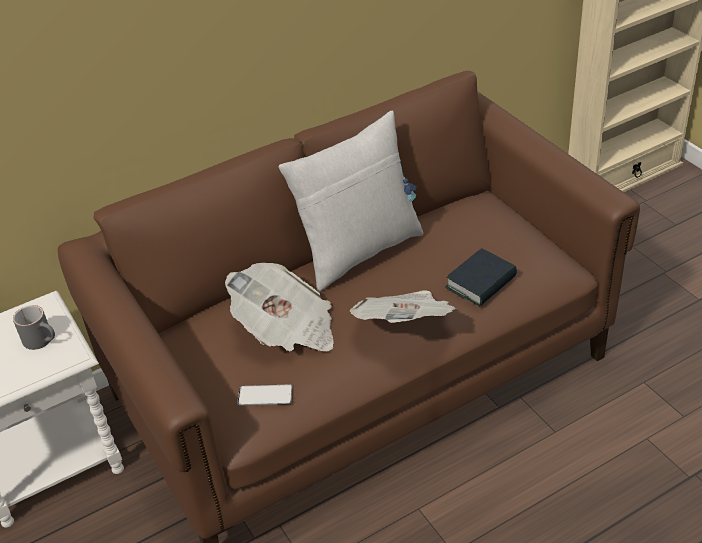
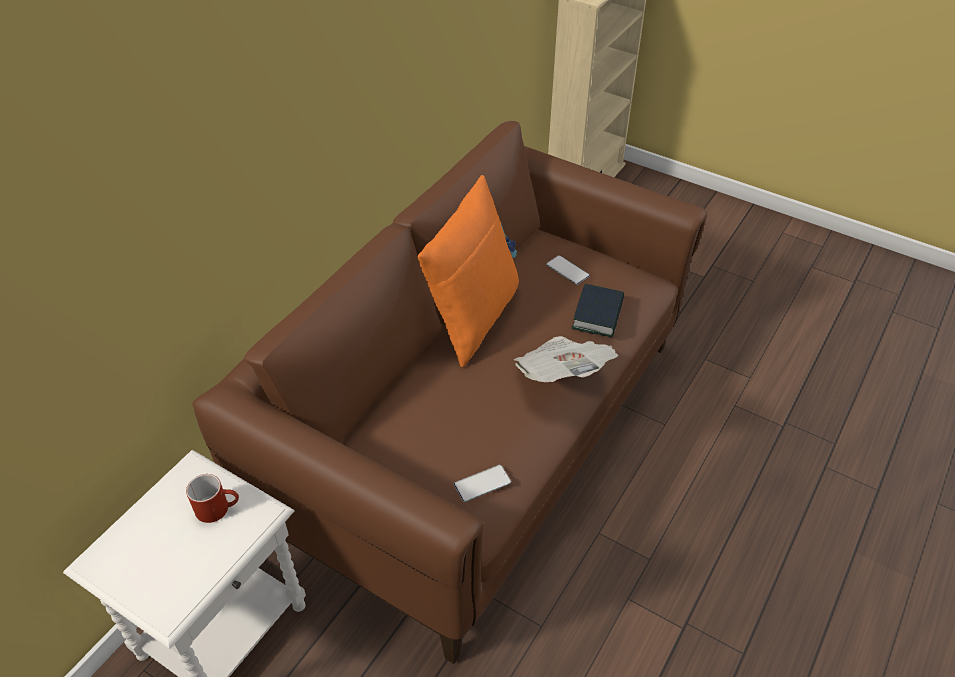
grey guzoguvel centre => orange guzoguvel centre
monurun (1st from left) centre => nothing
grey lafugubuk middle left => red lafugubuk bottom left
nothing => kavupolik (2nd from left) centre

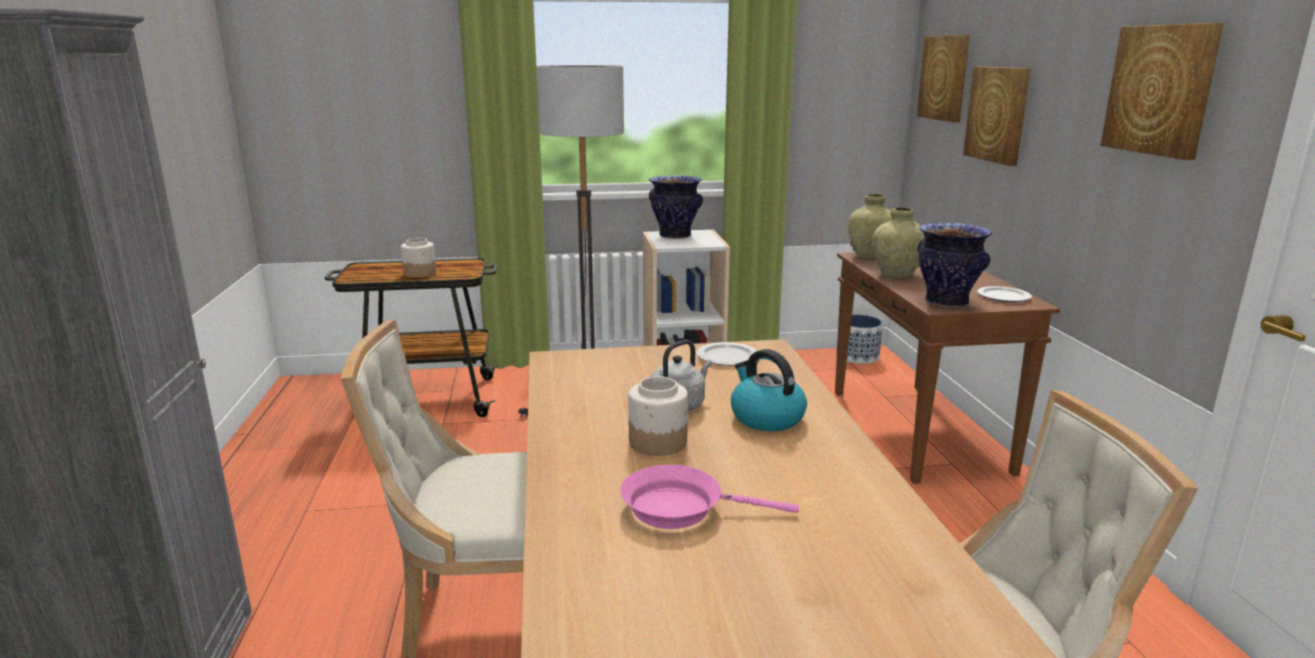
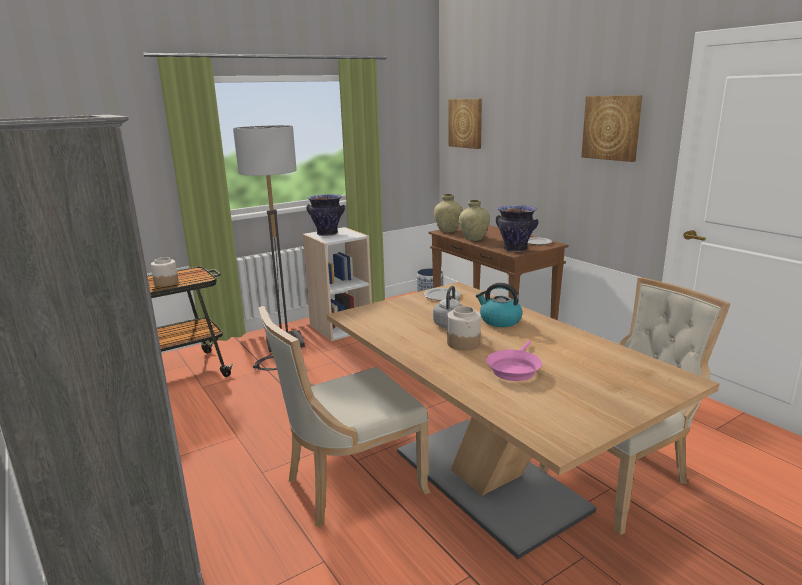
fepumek (2nd from left) top right => nothing
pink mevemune bottom centre => pink mevemune centre, 45 degrees counterclockwise

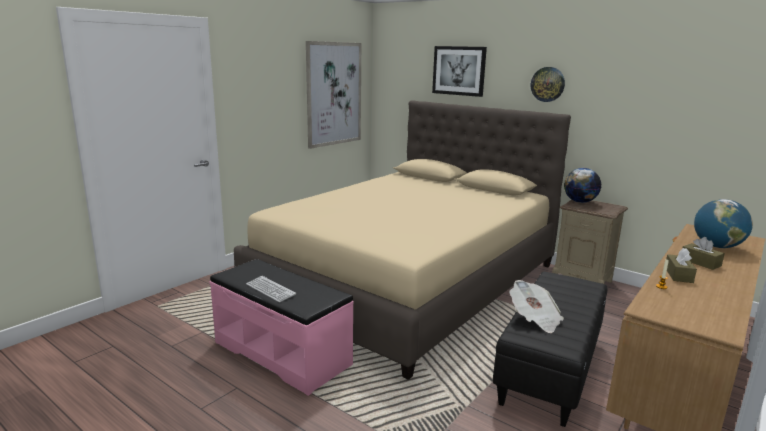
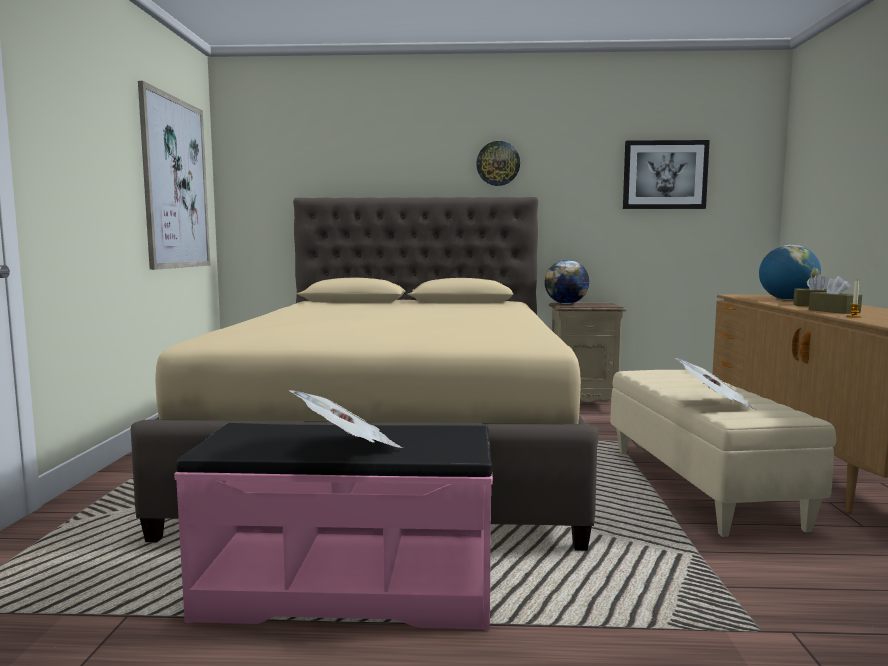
fepumek (2nd from left) top centre => fepumek (2nd from left) top right, moved
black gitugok bottom right => beige gitugok bottom right
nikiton bottom centre => monurun (1st from left) centre

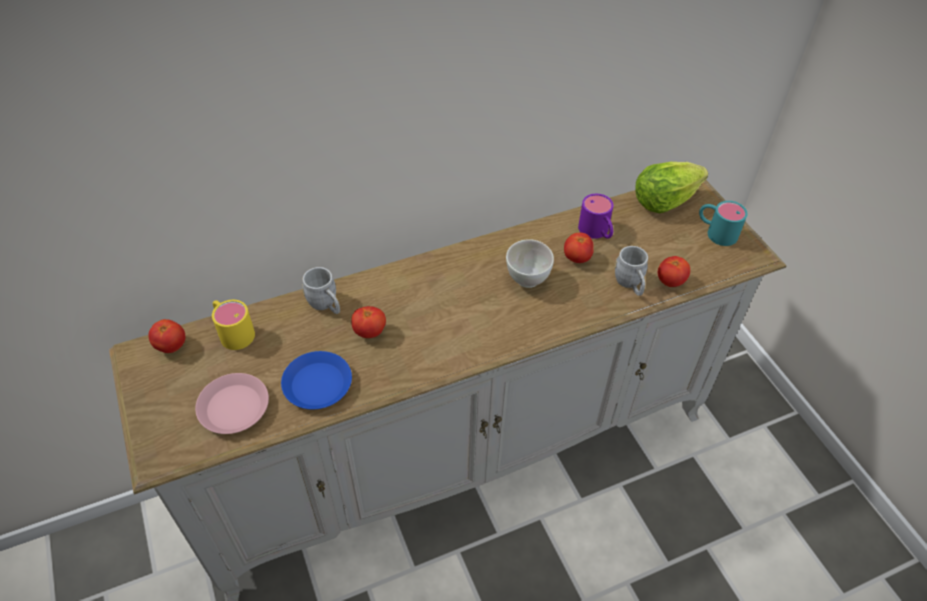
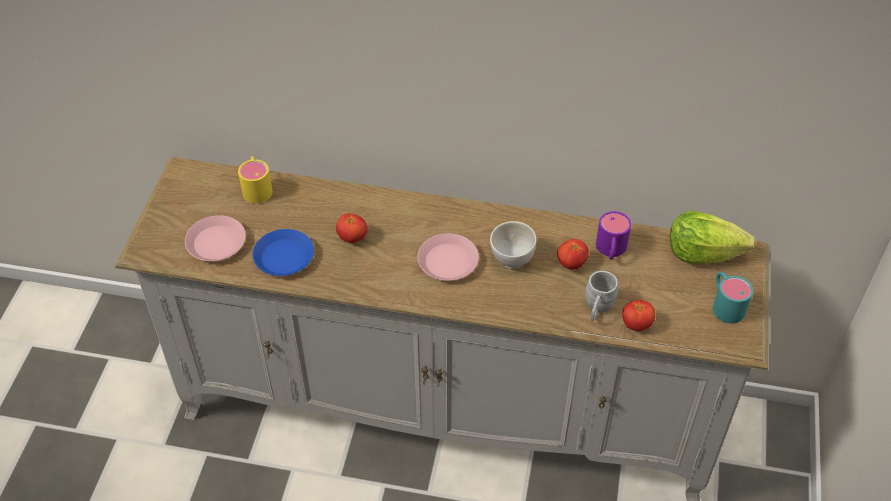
grey lafugubuk (1st from left) centre => nothing
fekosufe (1st from left) middle left => nothing
nothing => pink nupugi (2nd from left) centre

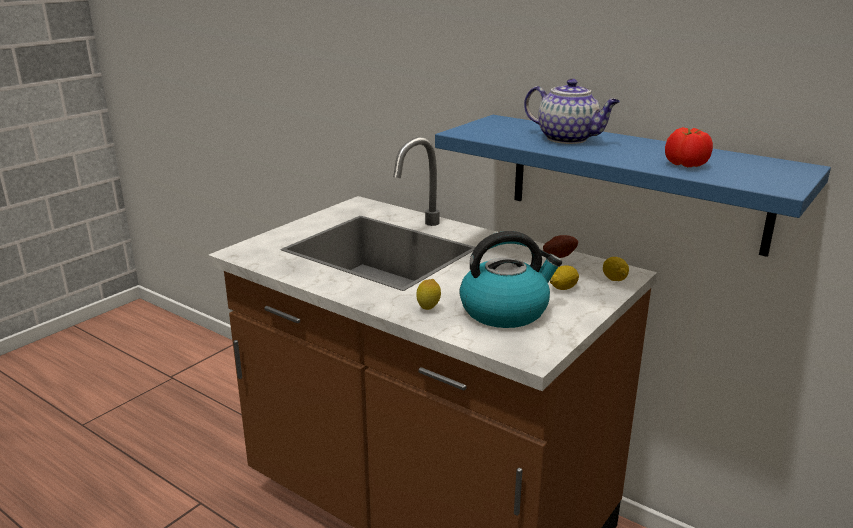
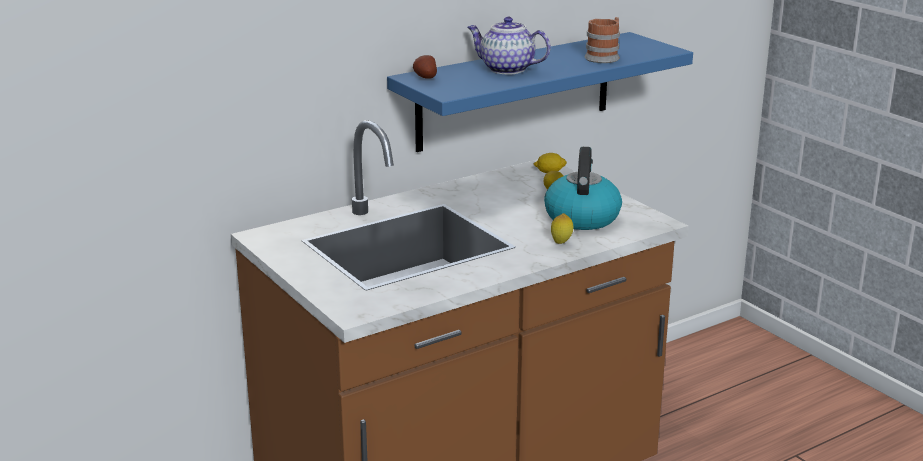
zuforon top right => zuforon top centre, 120 degrees counterclockwise
fekosufe top right => lafugubuk top centre
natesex centre => natesex top centre, moved

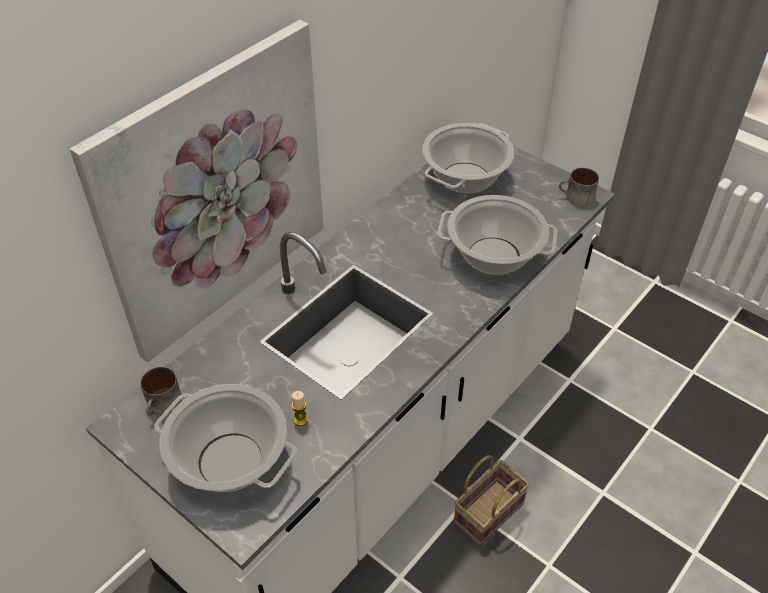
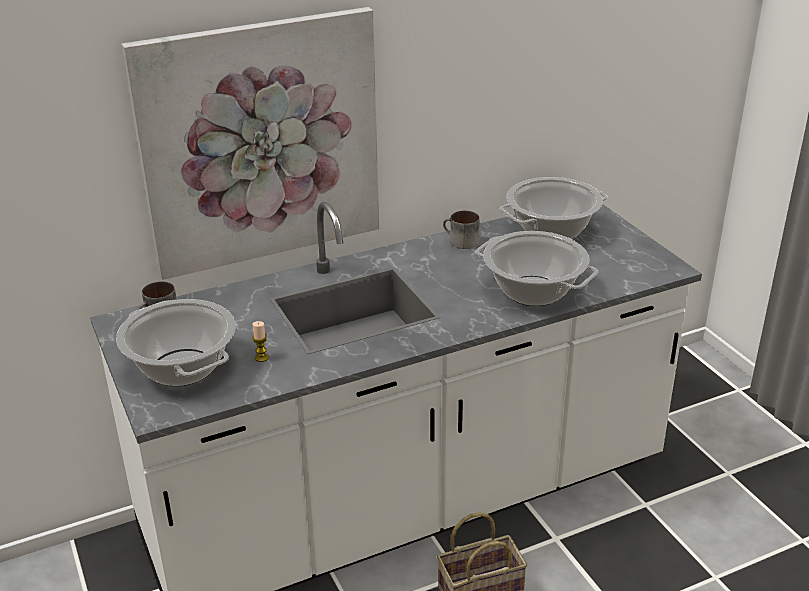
lafugubuk (2nd from left) top right => lafugubuk (2nd from left) centre, moved

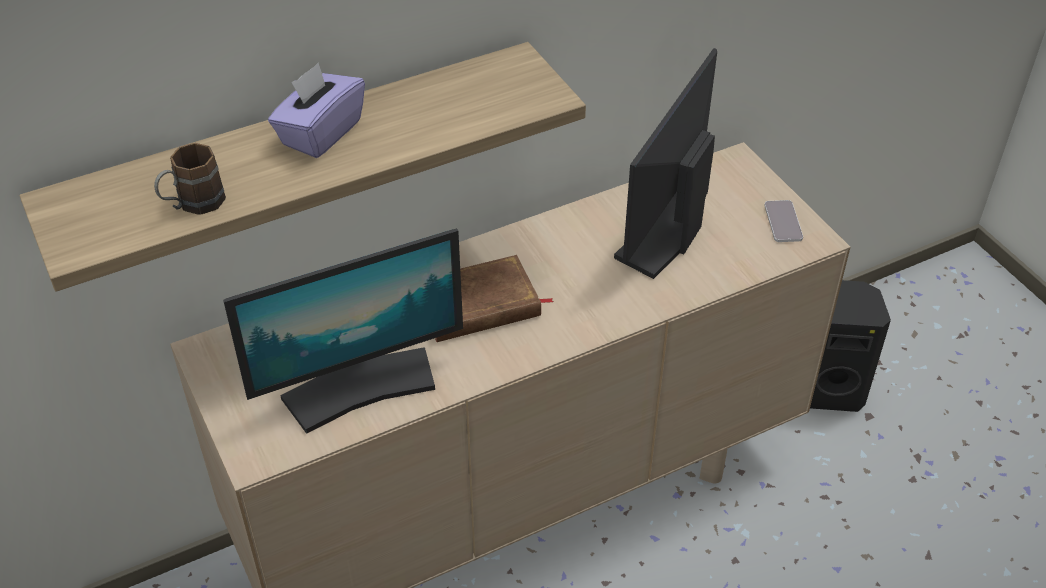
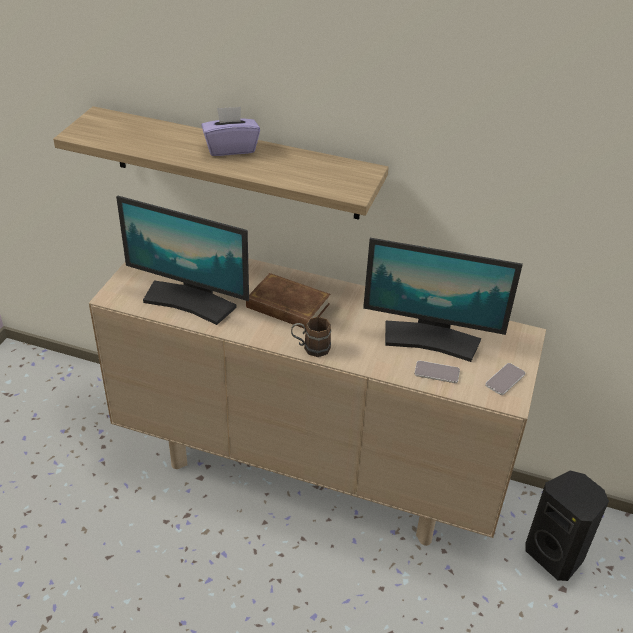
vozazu (2nd from left) top centre => vozazu (2nd from left) middle right, 150 degrees counterclockwise
brown lafugubuk top left => brown lafugubuk centre, moved
nothing => kavupolik (1st from left) middle right

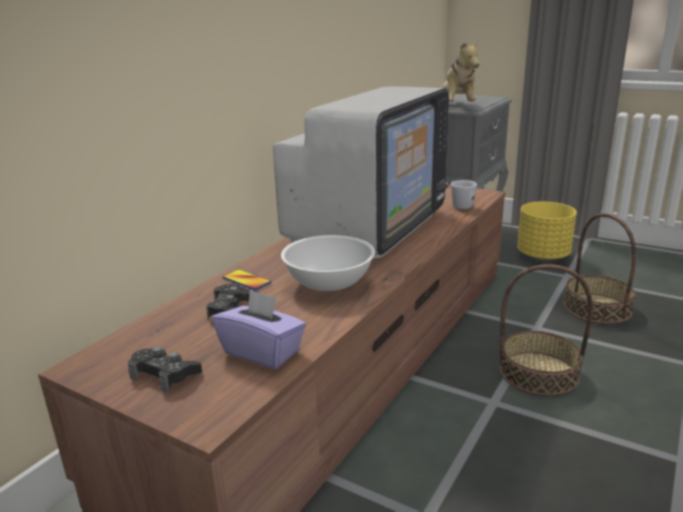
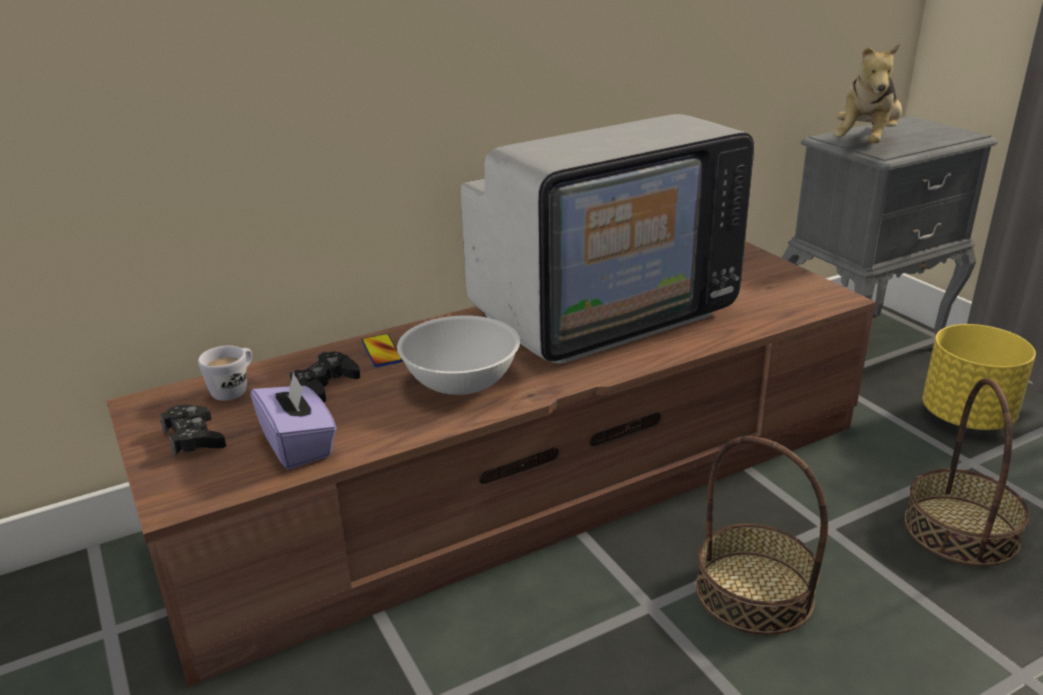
white lafugubuk middle right => white lafugubuk middle left, moved

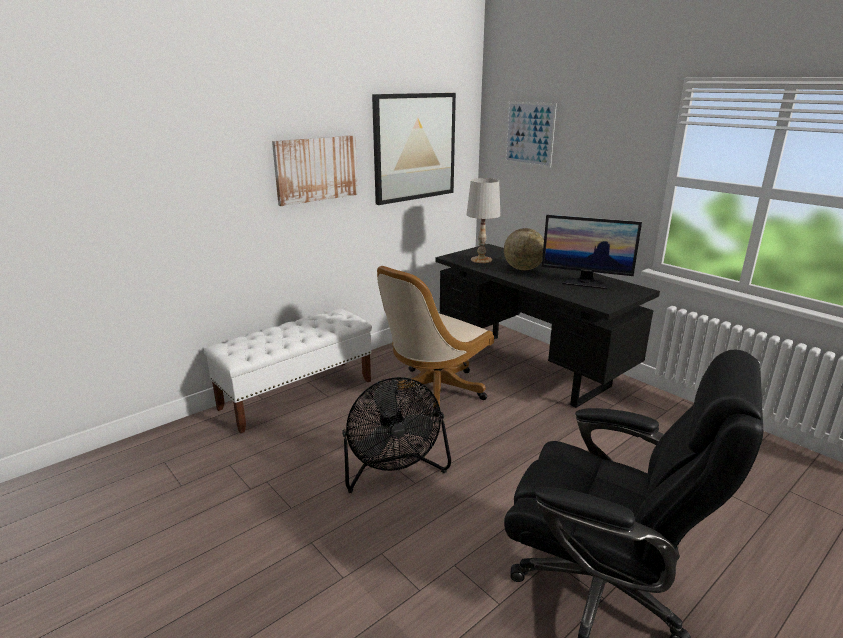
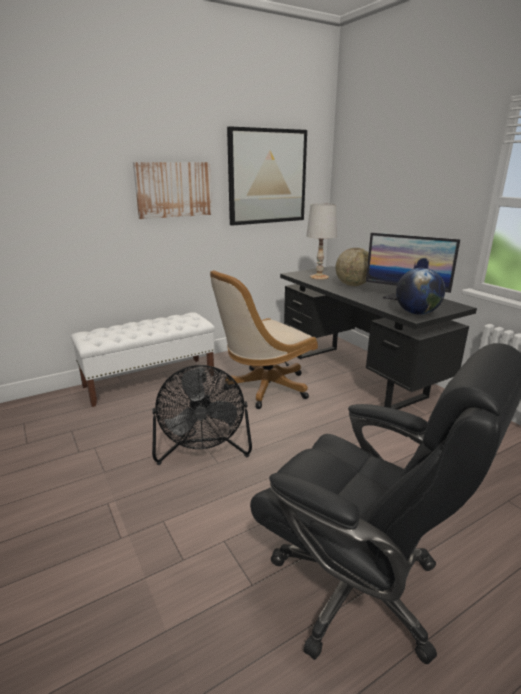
fepumek (3rd from left) top centre => nothing
nothing => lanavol (2nd from left) middle right

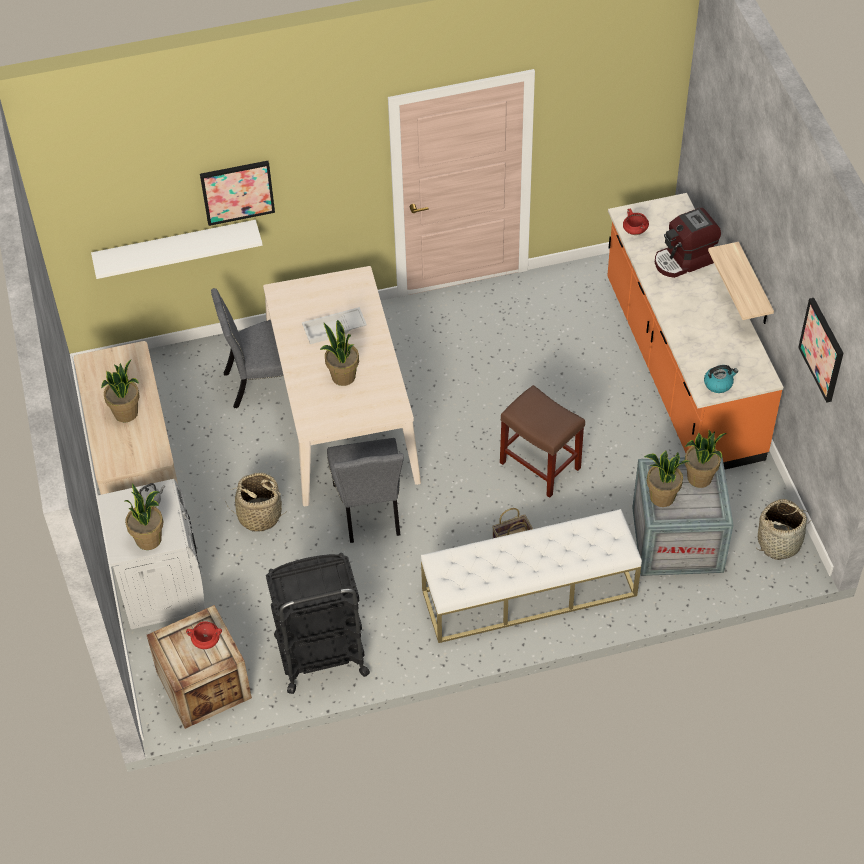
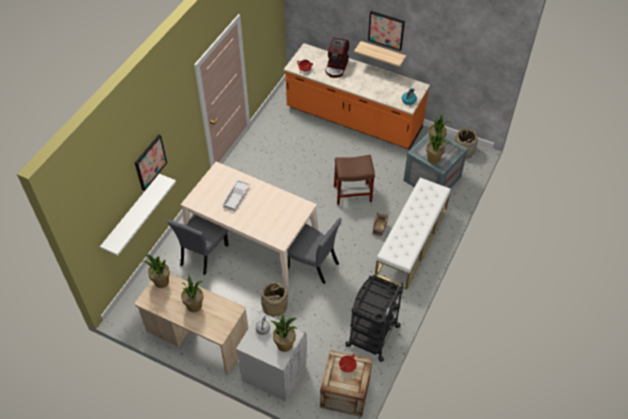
fepumek (2nd from left) middle right => fepumek (2nd from left) top centre, moved
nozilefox (3rd from left in the first image) centre => nozilefox (1st from left) middle left, moved

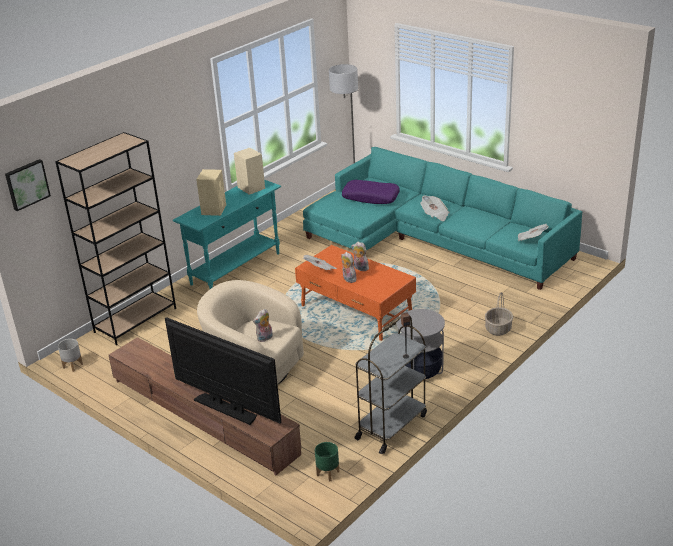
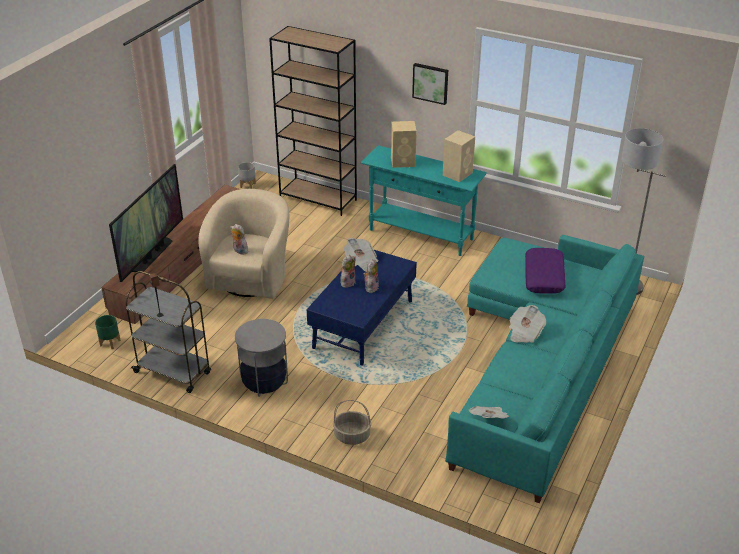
fepumek middle left => fepumek top centre, moved
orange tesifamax centre => blue tesifamax centre

